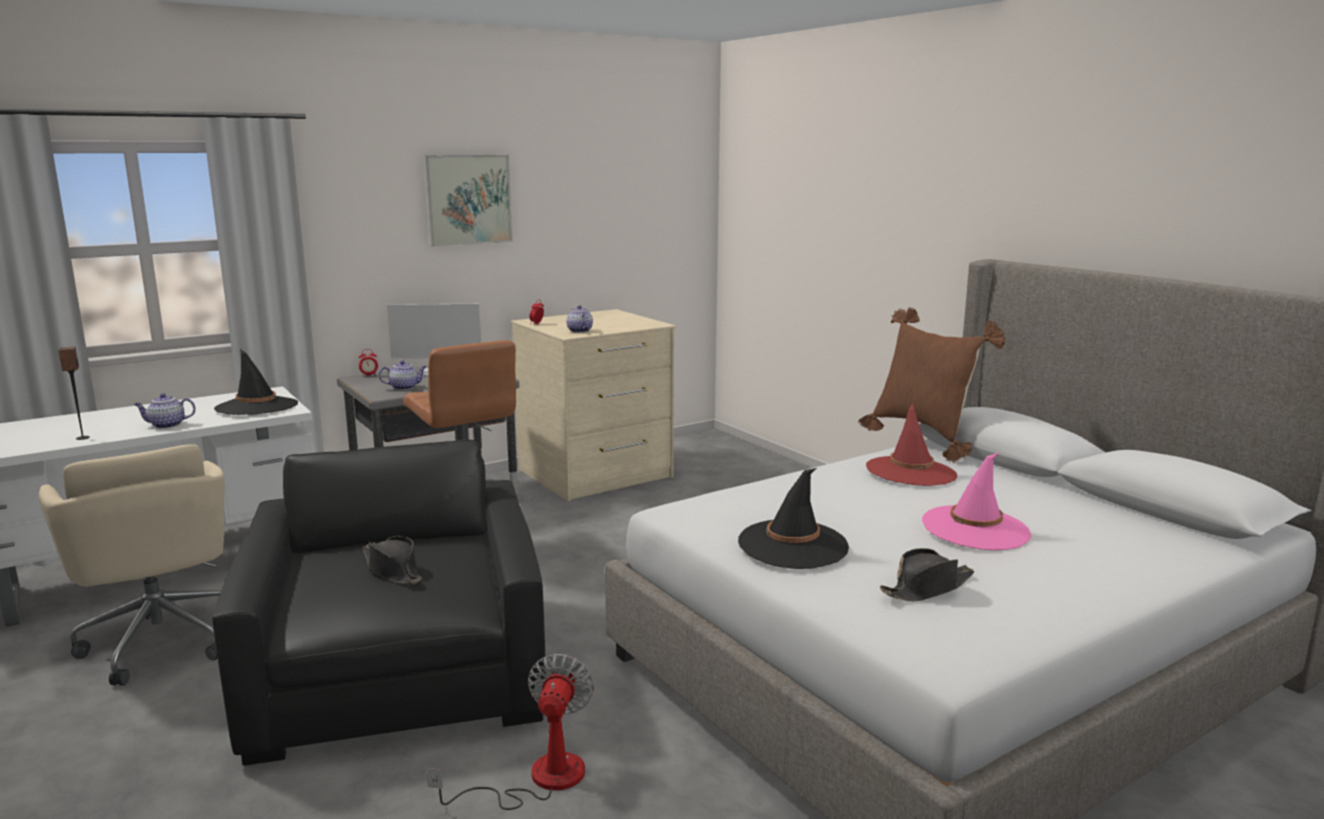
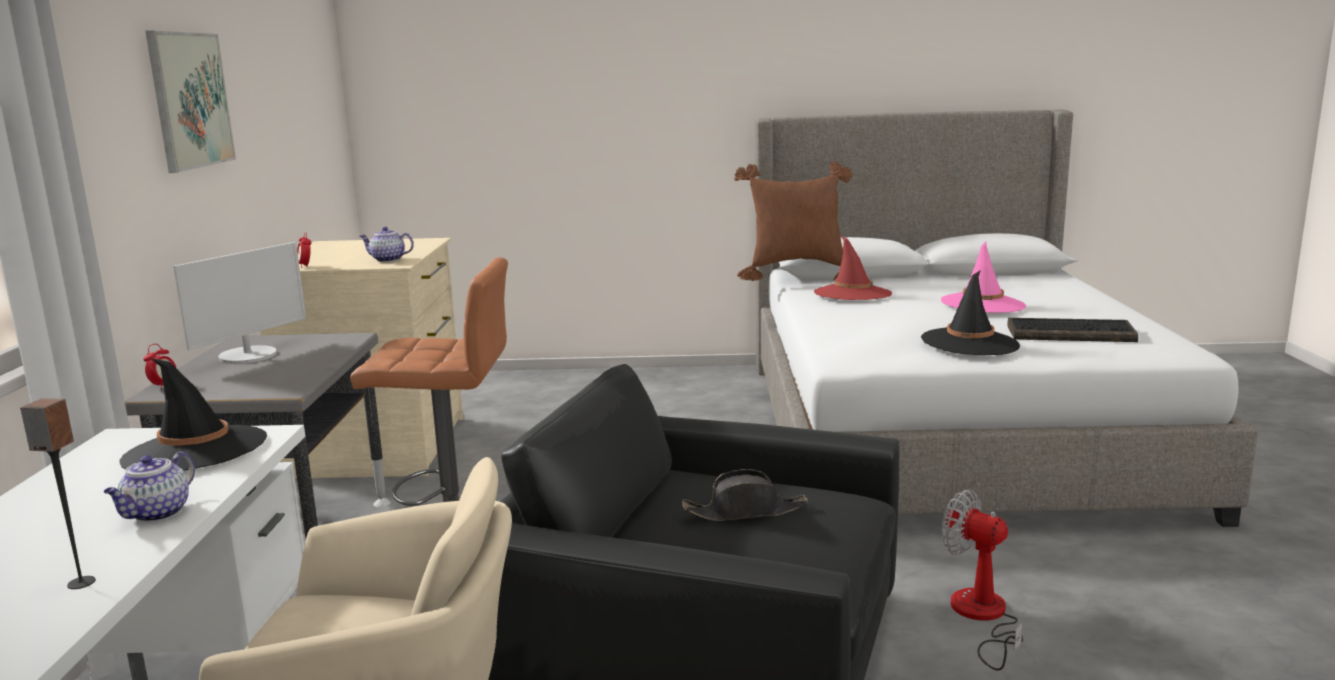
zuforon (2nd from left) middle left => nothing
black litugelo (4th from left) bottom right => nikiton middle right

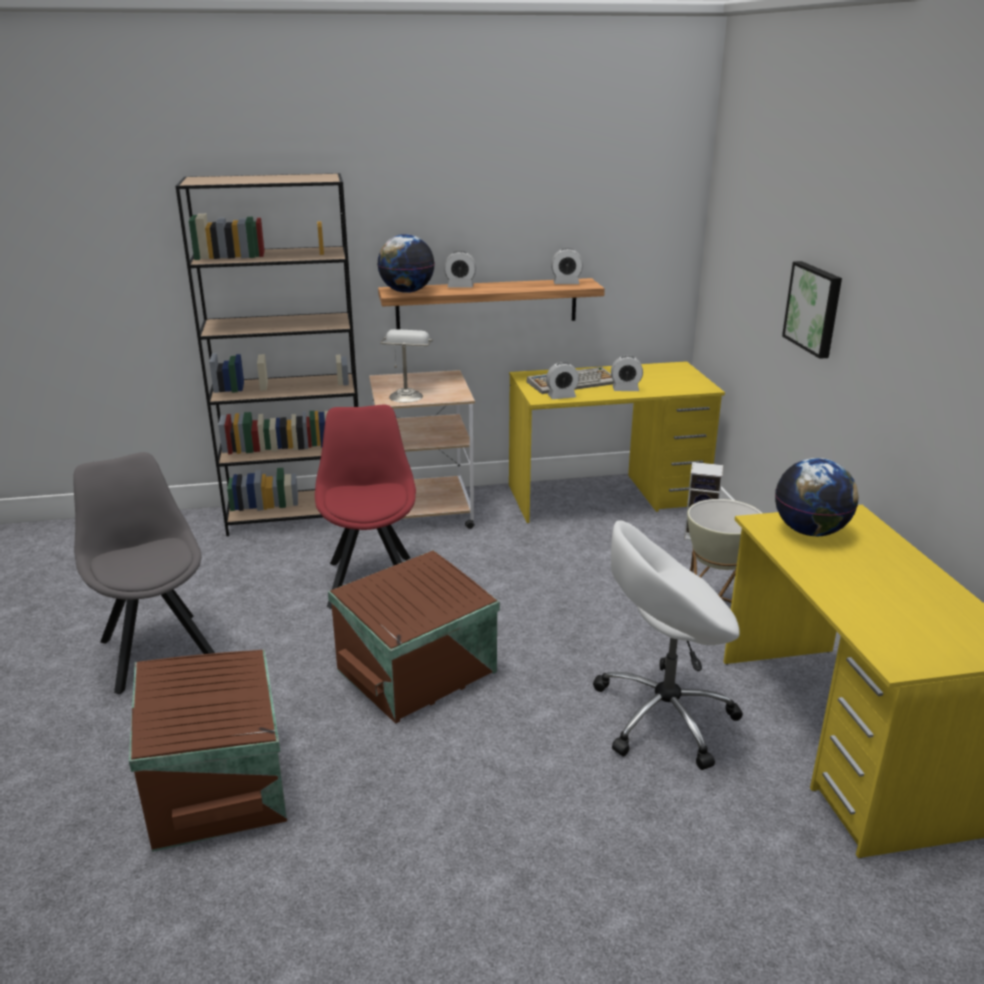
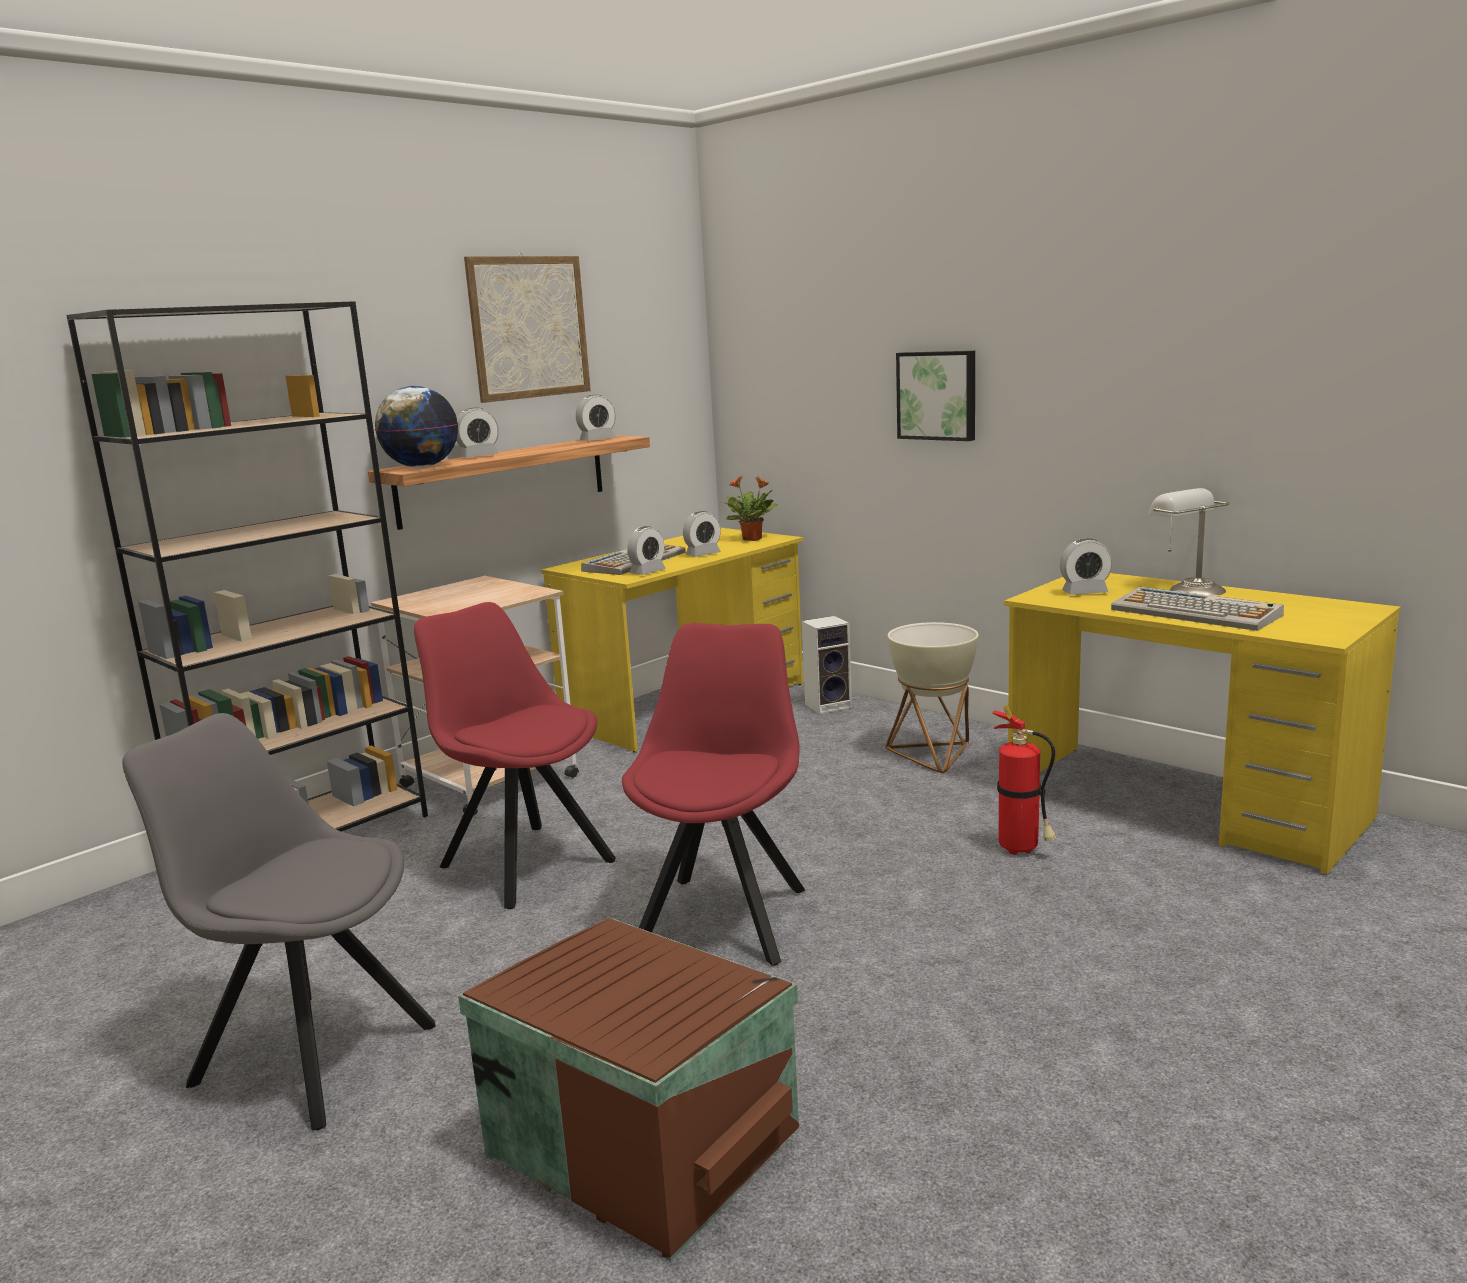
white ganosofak centre => white ganosofak middle right, moved
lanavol (2nd from left) middle right => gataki (5th from left) middle right
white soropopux middle right => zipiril middle right
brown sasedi (2nd from left) centre => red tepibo (2nd from left) centre
nothing => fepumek (1st from left) top centre
nothing => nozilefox centre
nothing => nikiton (2nd from left) middle right

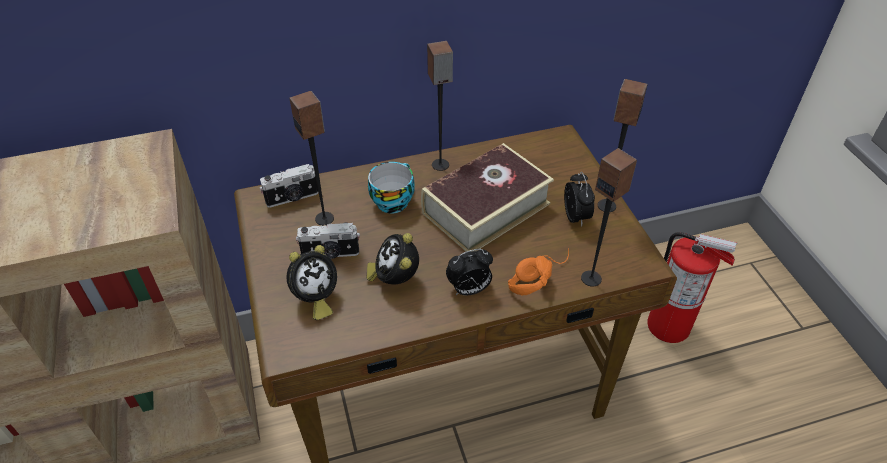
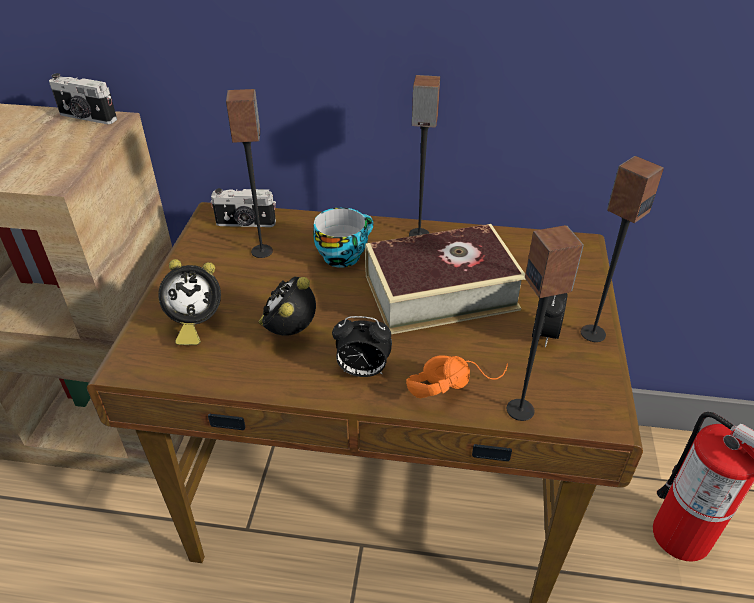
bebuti (2nd from left in the first image) centre => bebuti (1st from left) top left, moved

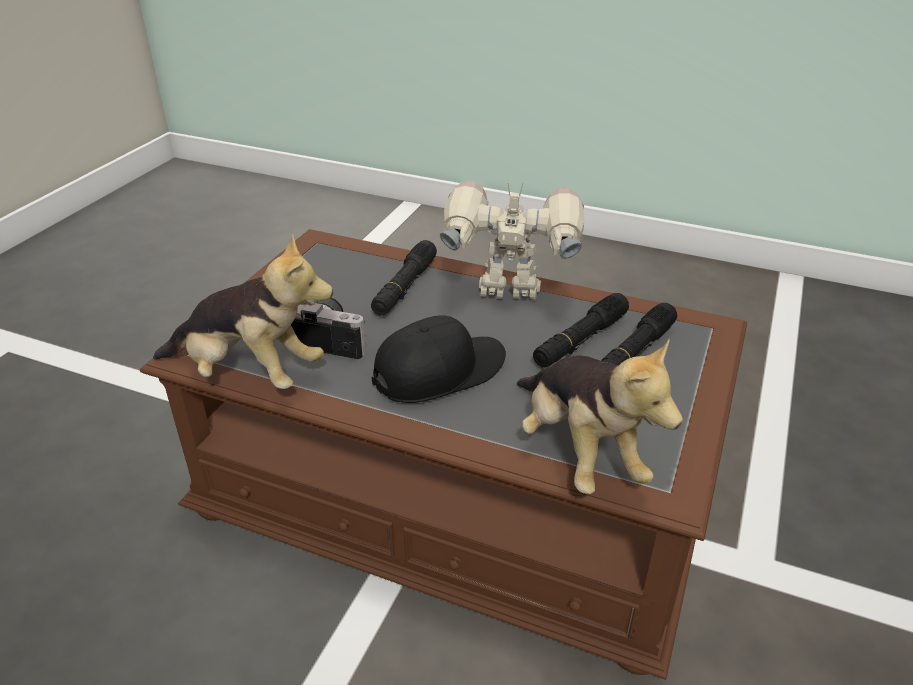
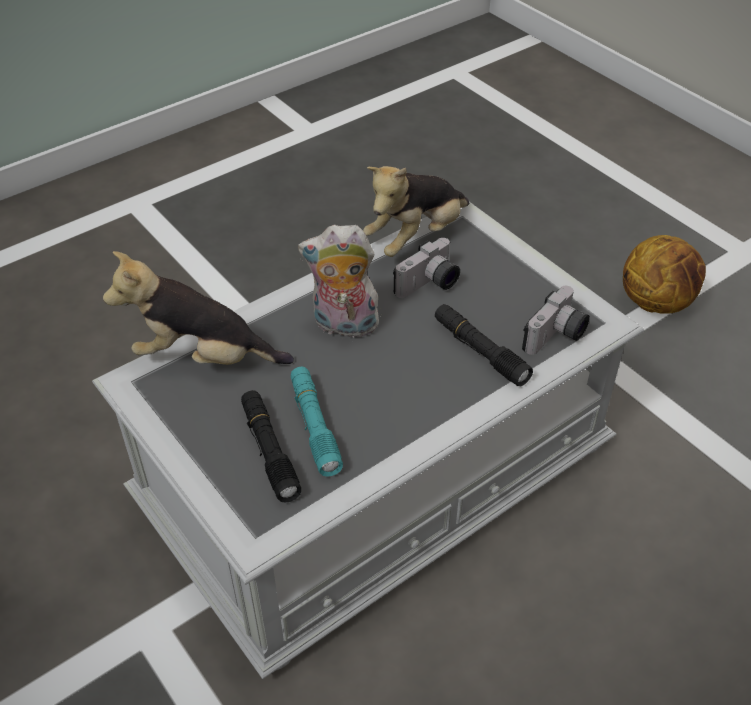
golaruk centre => nothing
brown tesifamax centre => white tesifamax centre
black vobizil (2nd from left) centre => turquoise vobizil centre
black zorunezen centre => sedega (2nd from left) centre
nothing => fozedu middle right
nothing => bebuti (2nd from left) middle right

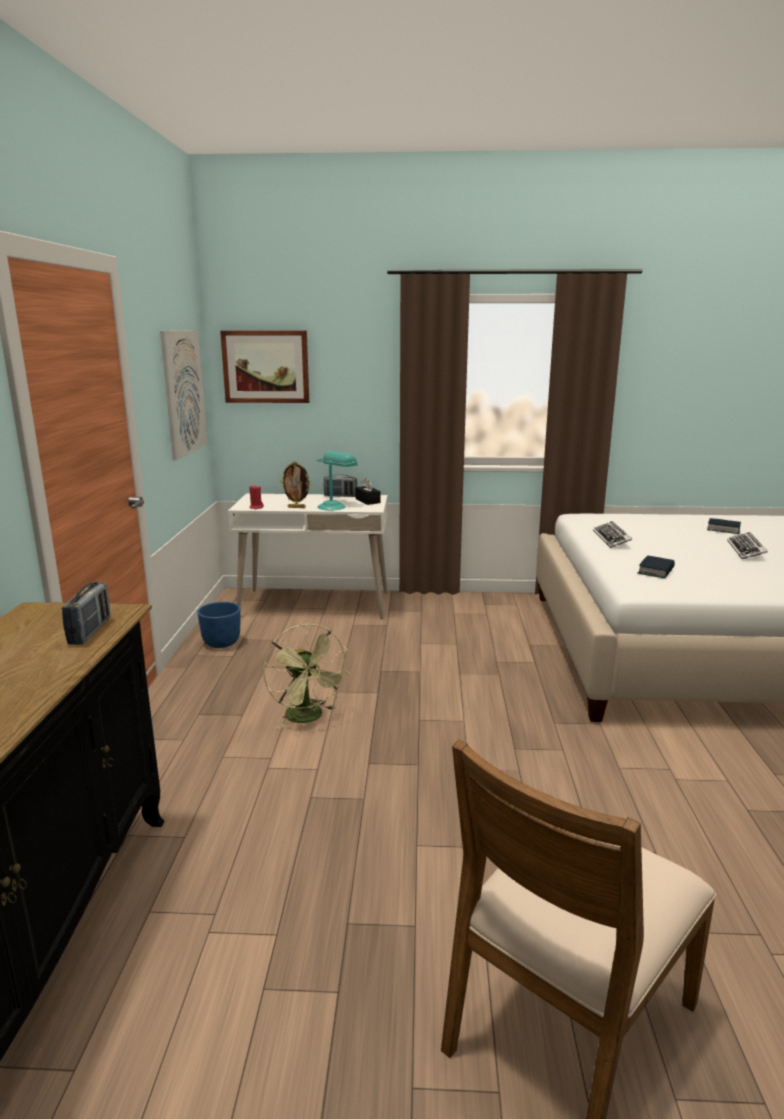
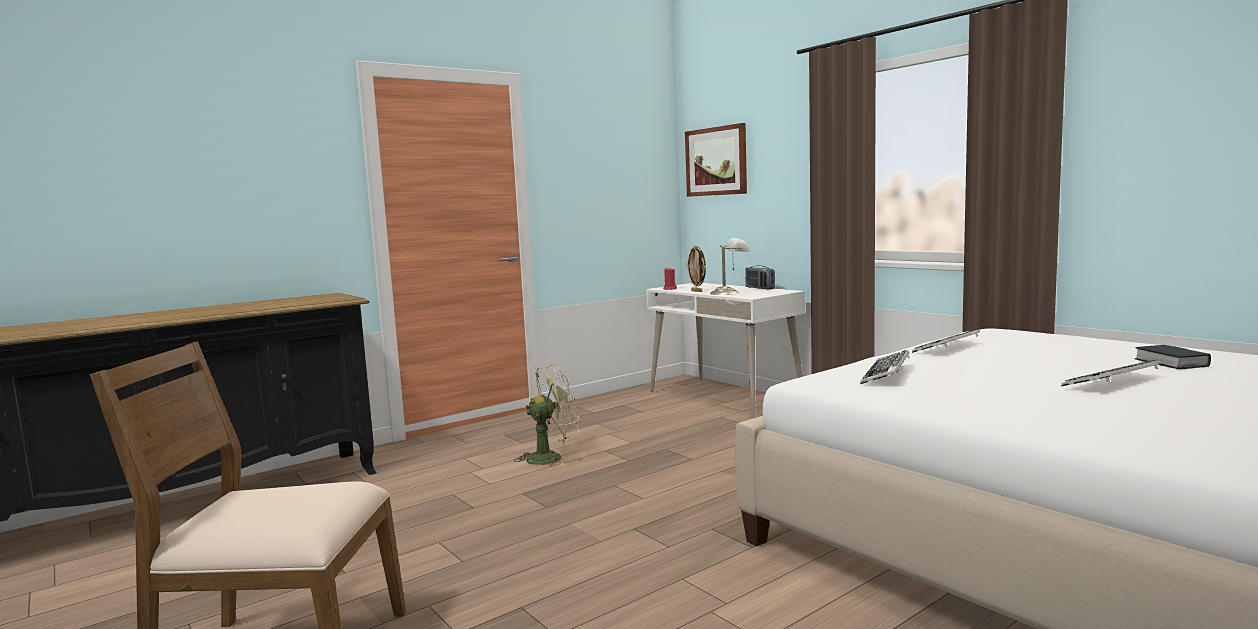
fepumek (1st from left) middle left => nothing
turquoise ganosofak centre => white ganosofak centre
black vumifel centre => nothing
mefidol (1st from left) middle right => nikiton (1st from left) middle right
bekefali (1st from left) middle left => nothing
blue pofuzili middle left => nothing
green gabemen centre, 135 degrees counterclockwise

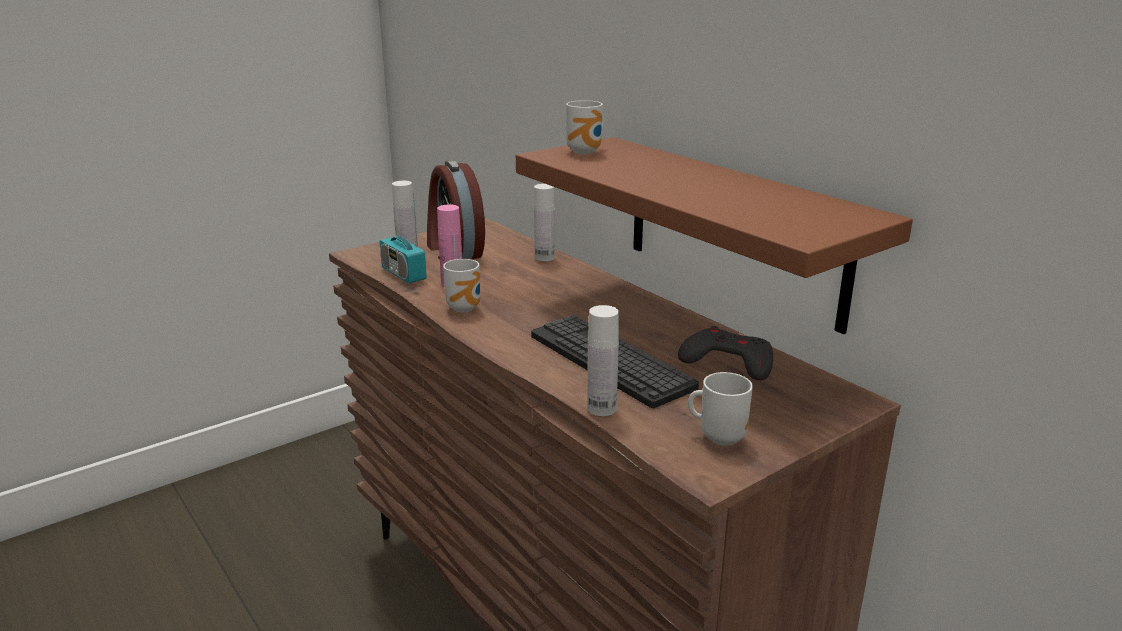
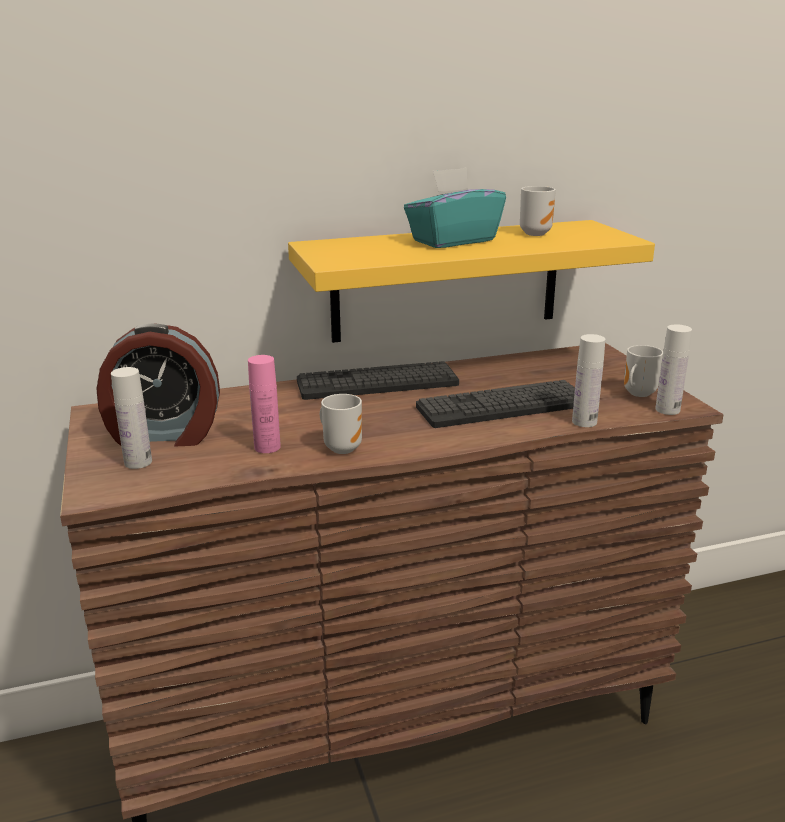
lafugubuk (2nd from left) top centre => lafugubuk (2nd from left) top right, moved
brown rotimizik centre => yellow rotimizik centre
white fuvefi (2nd from left in the first image) centre => white fuvefi (3rd from left) middle right, moved
bekefali centre => nothing
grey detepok centre => nothing
nothing => turquoise vumifel top centre
nothing => nikiton (1st from left) centre

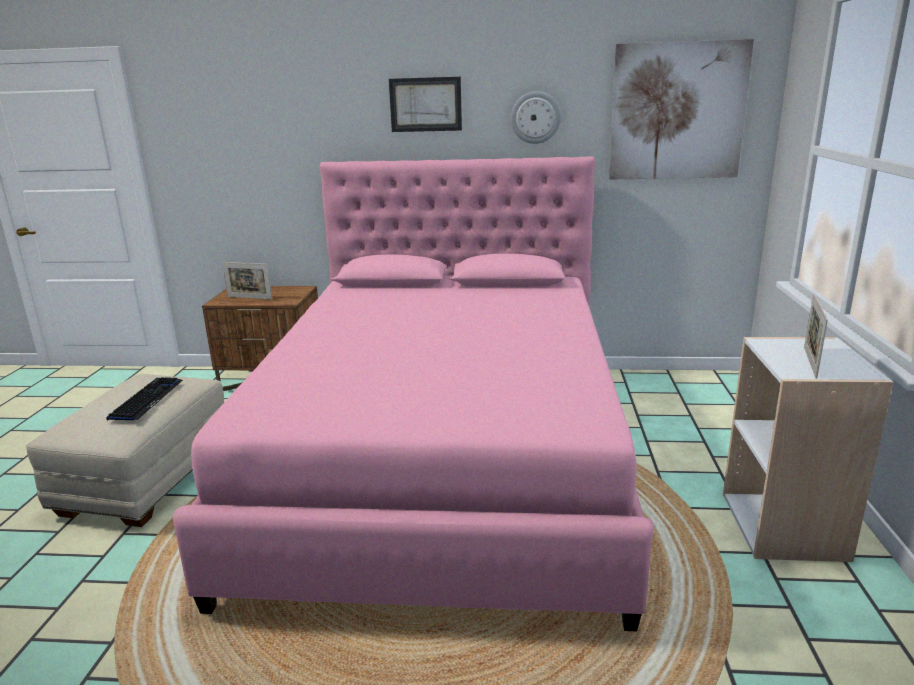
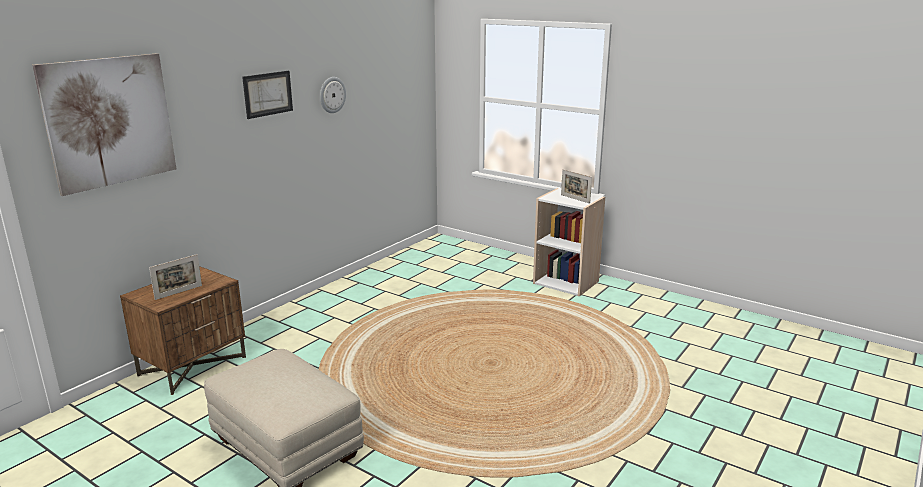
fepumek (2nd from left in the first image) top right => fepumek (1st from left) top left, moved
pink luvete centre => nothing
nikiton middle left => nothing

